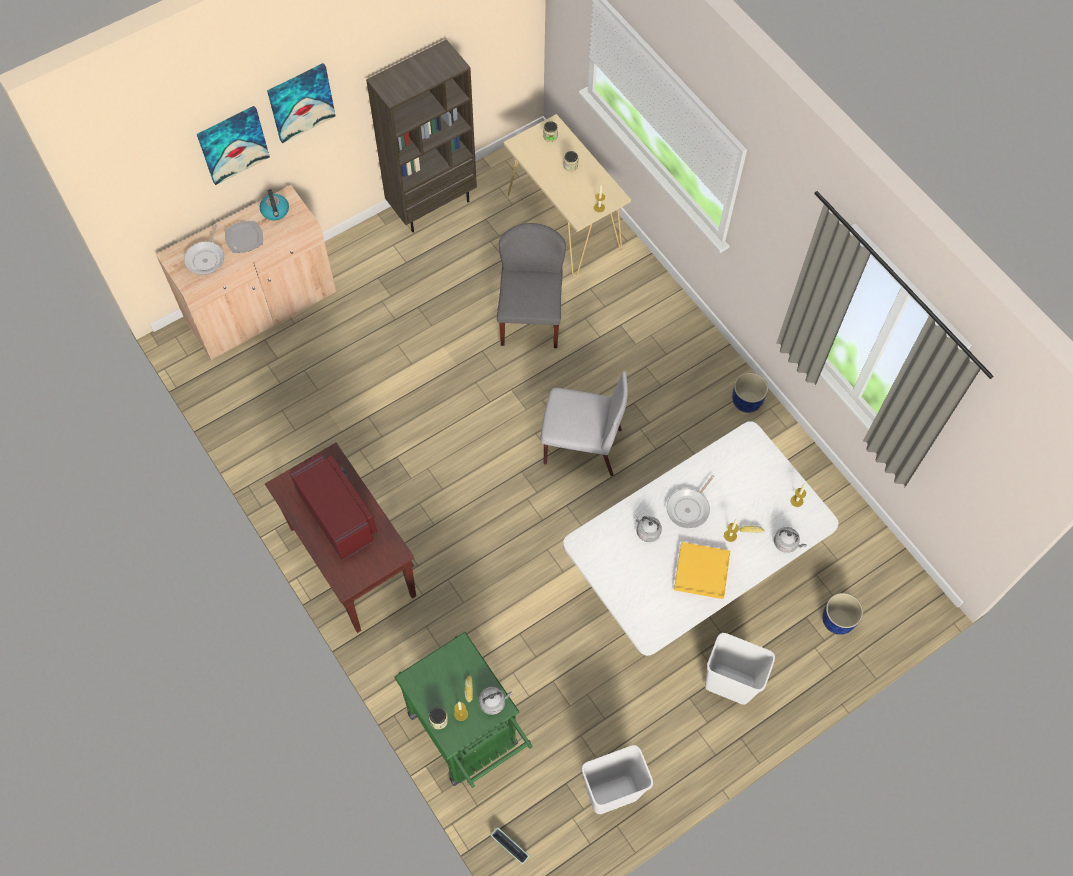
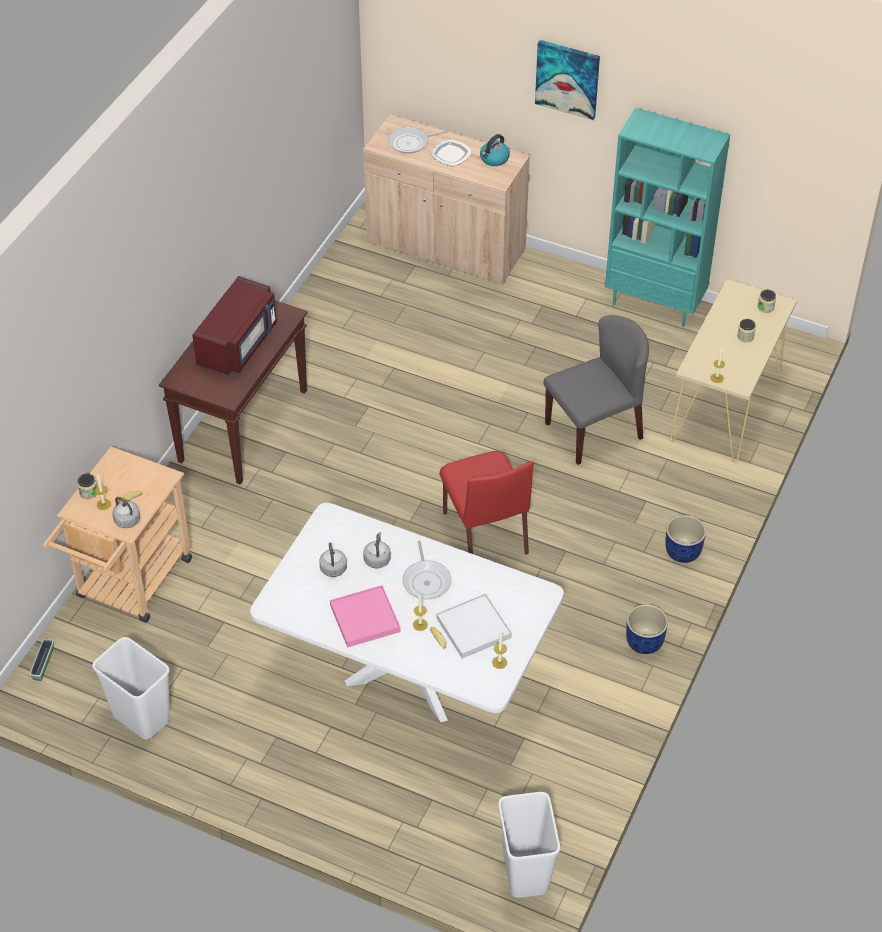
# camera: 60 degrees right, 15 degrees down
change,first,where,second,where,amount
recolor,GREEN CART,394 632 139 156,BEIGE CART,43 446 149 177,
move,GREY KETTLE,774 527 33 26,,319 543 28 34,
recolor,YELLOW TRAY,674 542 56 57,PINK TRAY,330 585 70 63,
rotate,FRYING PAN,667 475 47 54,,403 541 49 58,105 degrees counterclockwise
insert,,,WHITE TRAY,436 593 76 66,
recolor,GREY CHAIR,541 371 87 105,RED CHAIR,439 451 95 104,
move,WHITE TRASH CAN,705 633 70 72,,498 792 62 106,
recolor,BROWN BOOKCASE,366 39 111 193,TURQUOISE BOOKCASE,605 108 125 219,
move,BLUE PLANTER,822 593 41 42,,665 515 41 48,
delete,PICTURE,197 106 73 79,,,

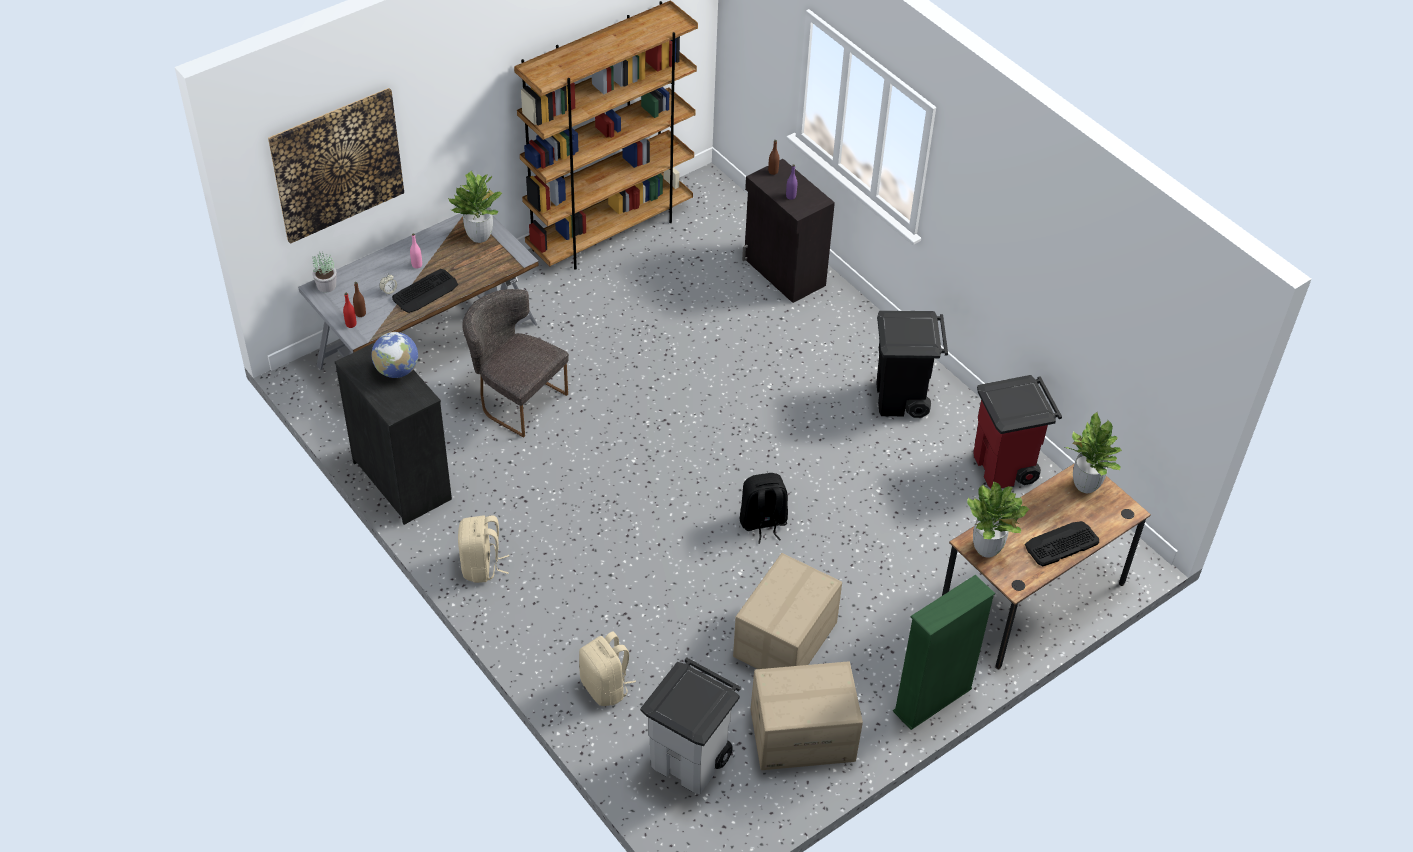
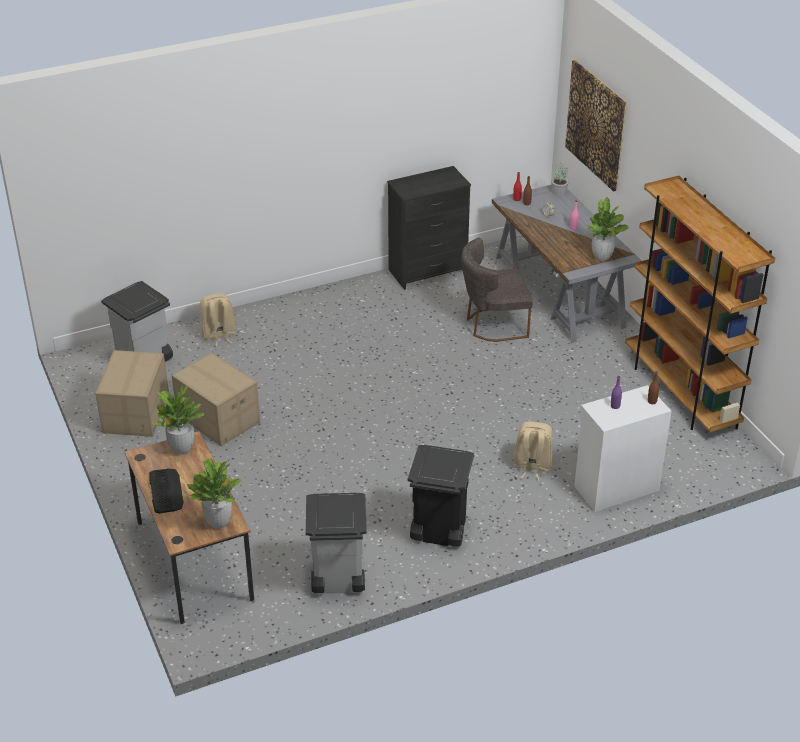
# camera: 105 degrees right, 10 degrees down
change,first,where,second,where,amount
recolor,RED TRASH CAN,973 375 89 114,GREY TRASH CAN,306 493 61 101,
rotate,GREY CHAIR,462 289 107 148,,462 238 71 104,150 degrees counterclockwise
move,BEIGE BACKPACK,458 515 51 68,,513 422 40 59,
recolor,BLACK CABINET,742 159 93 144,WHITE CABINET,574 385 98 127,
delete,GLOBE,372 332 46 46,,,
delete,KEYBOARD,392 269 66 44,,,
delete,BLACK BACKPACK,739 473 49 71,,,
delete,GREEN BOOKCASE,893 575 102 155,,,

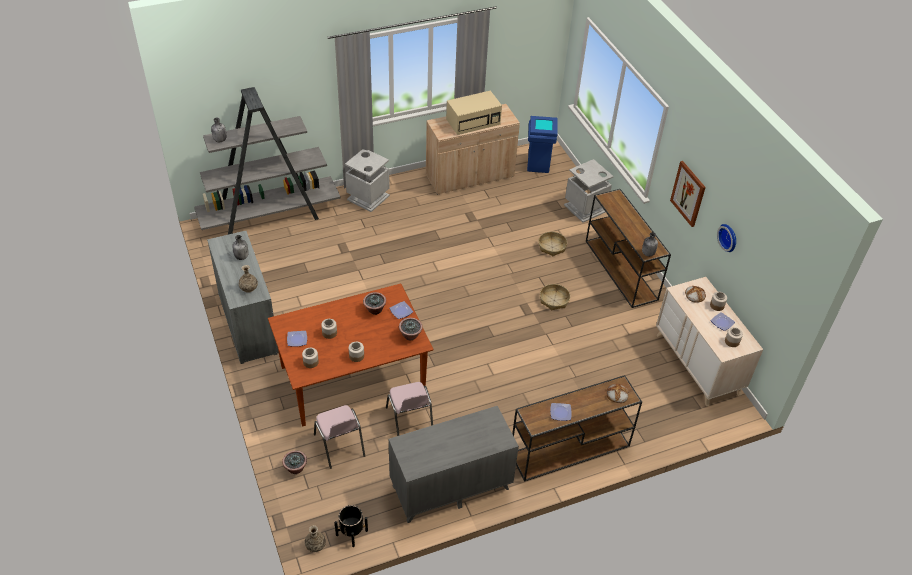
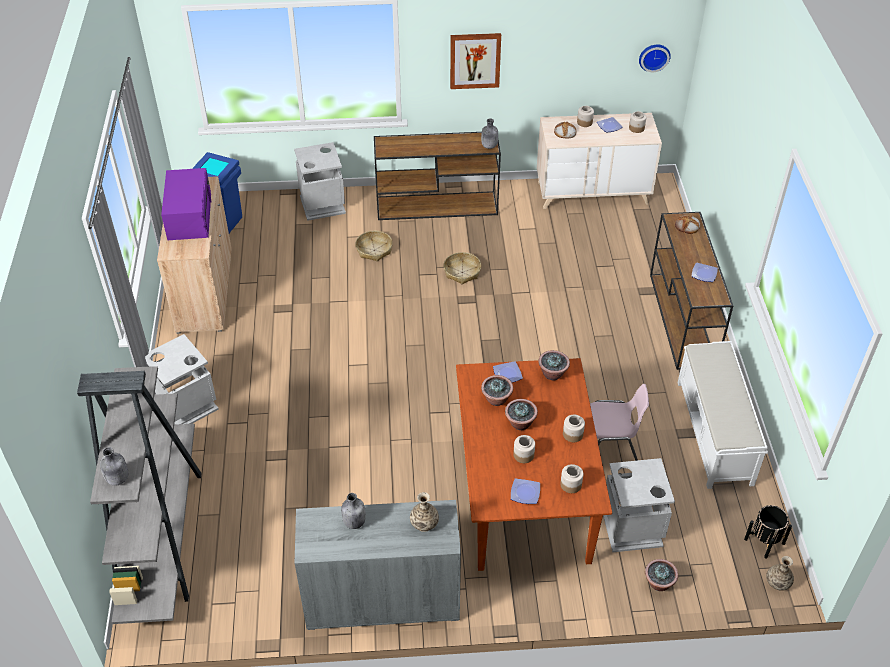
# camera: 70 degrees left, 0 degrees up
change,first,where,second,where,amount
recolor,BEIGE MICROWAVE,446 91 56 44,PURPLE MICROWAVE,161 168 51 72,
insert,,,POTTED PLANT,505 399 33 31,
replace,PINK CHAIR,314 405 51 64,GREY TRASH CAN,603 458 72 94,
move,WALL CLOCK,717 224 19 28,,639 45 32 27,
replace,GREY DRESSER,389 406 130 117,WHITE BENCH,678 341 90 148,

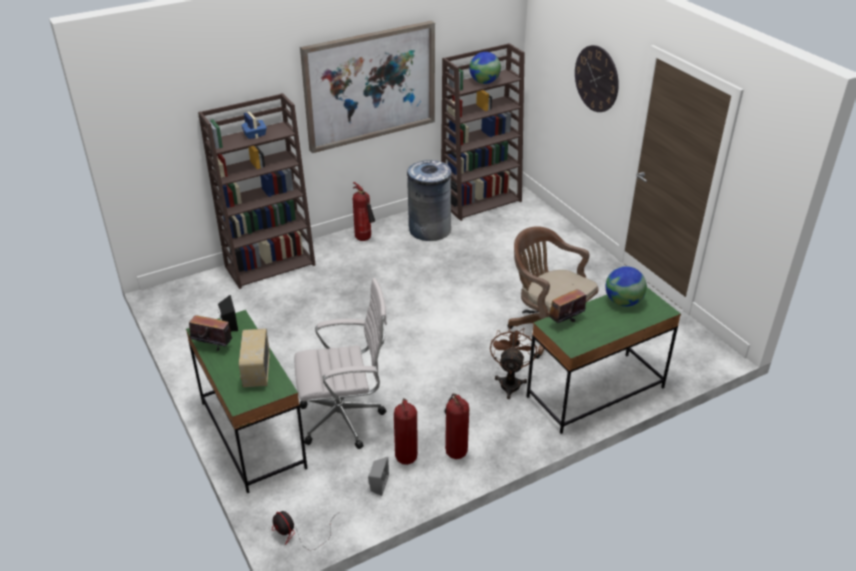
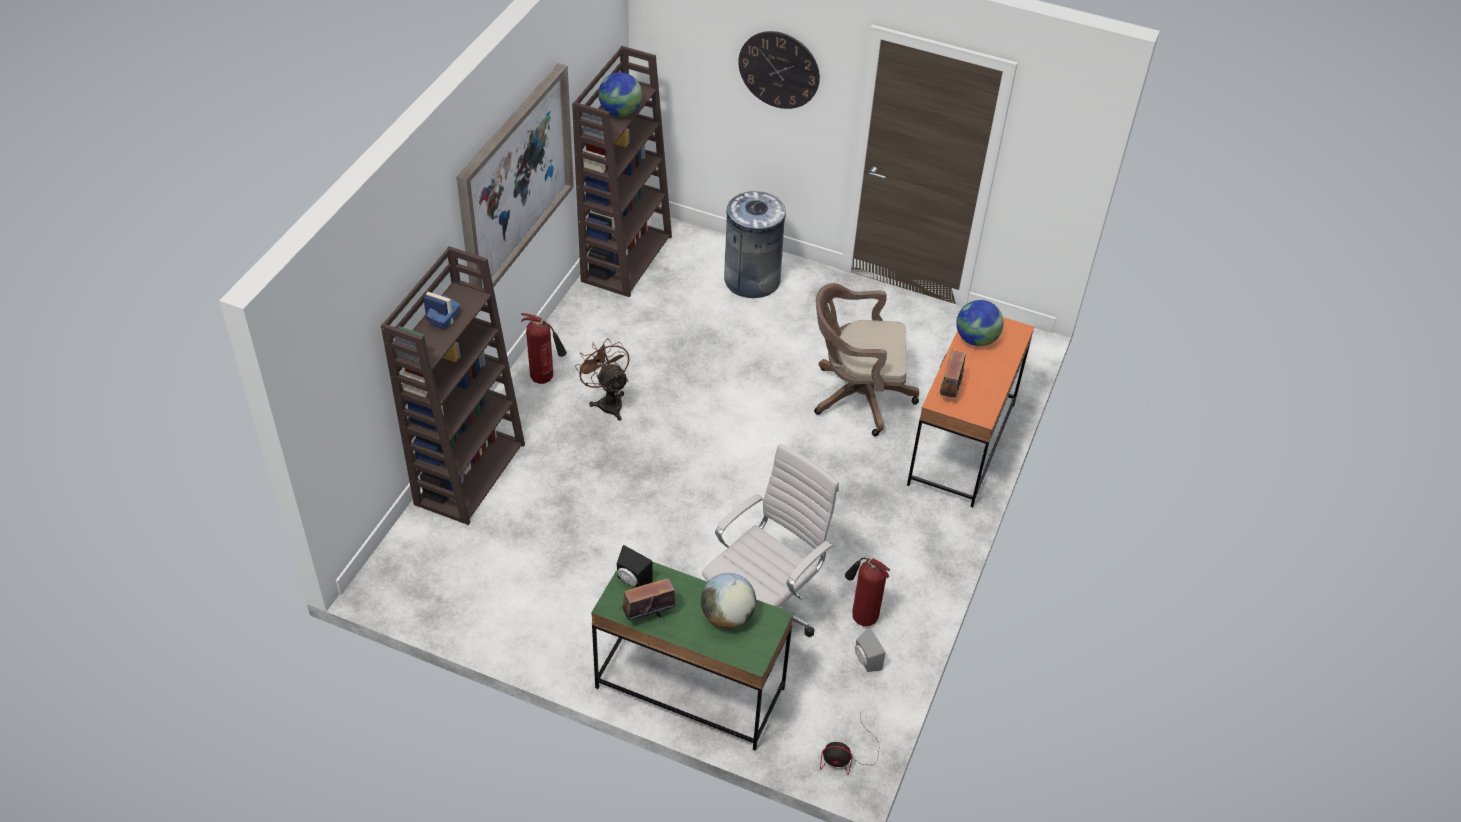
# camera: 40 degrees left, 10 degrees up
change,first,where,second,where,amount
move,BROWN FAN,490 326 47 73,,575 338 55 83,
replace,RADIO,239 329 31 58,GLOBE,701 573 55 56,
move,GREY TRASH CAN,407 160 45 81,,724 191 62 107,
recolor,GREEN DESK,526 287 155 147,ORANGE DESK,907 317 127 190,
delete,FIRE EXTINGUISHER,444 393 25 66,,,

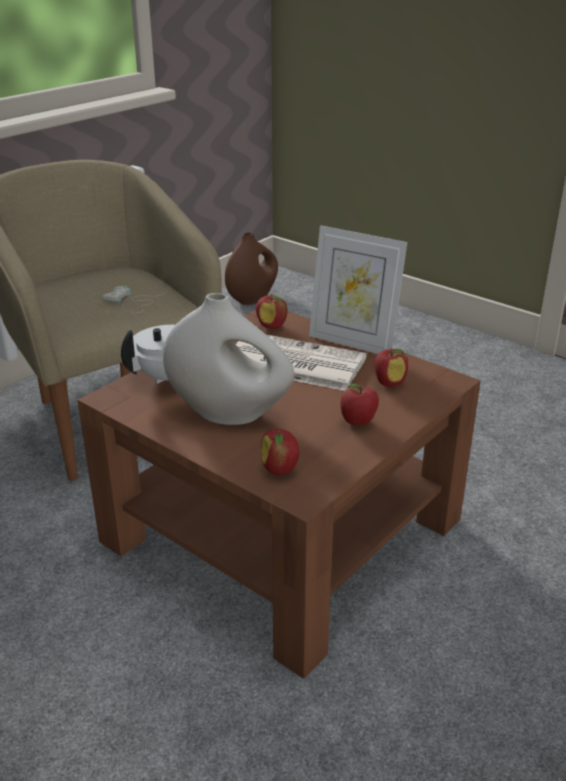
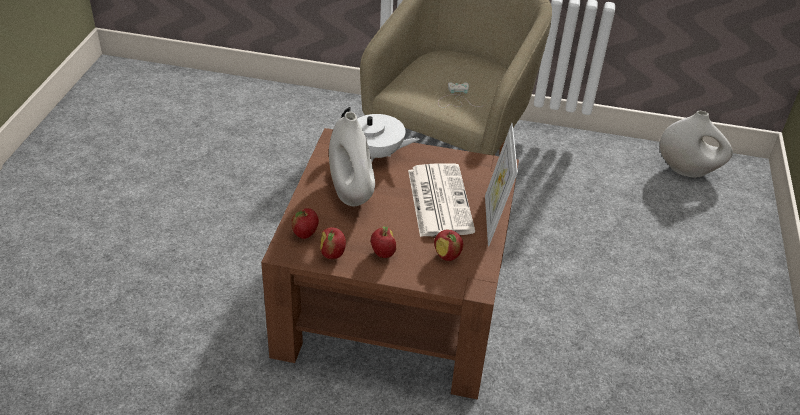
# camera: 60 degrees right, 10 degrees up
change,first,where,second,where,amount
move,APPLE,256 294 31 35,,320 227 26 32,
recolor,BROWN VASE,225 232 53 73,WHITE VASE,660 111 73 67,

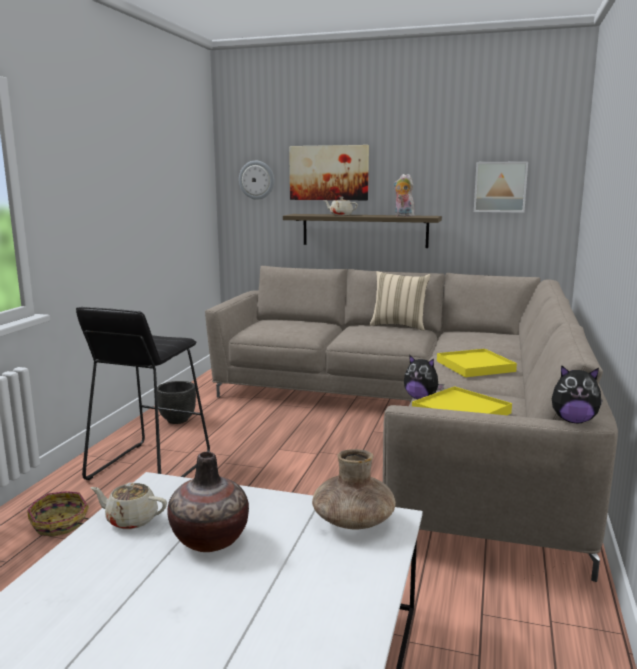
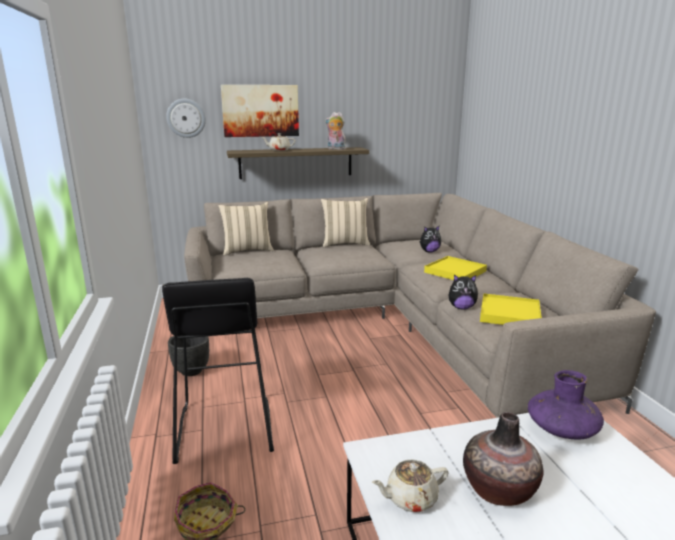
# camera: 30 degrees left, 5 degrees up
change,first,where,second,where,amount
insert,,,BEIGE PILLOW,218 202 56 54,
move,PLUSH TOY,552 365 51 58,,419 226 22 26,
recolor,BROWN VASE,312 449 84 81,PURPLE VASE,528 370 76 69,
delete,PICTURE,474 161 54 52,,,

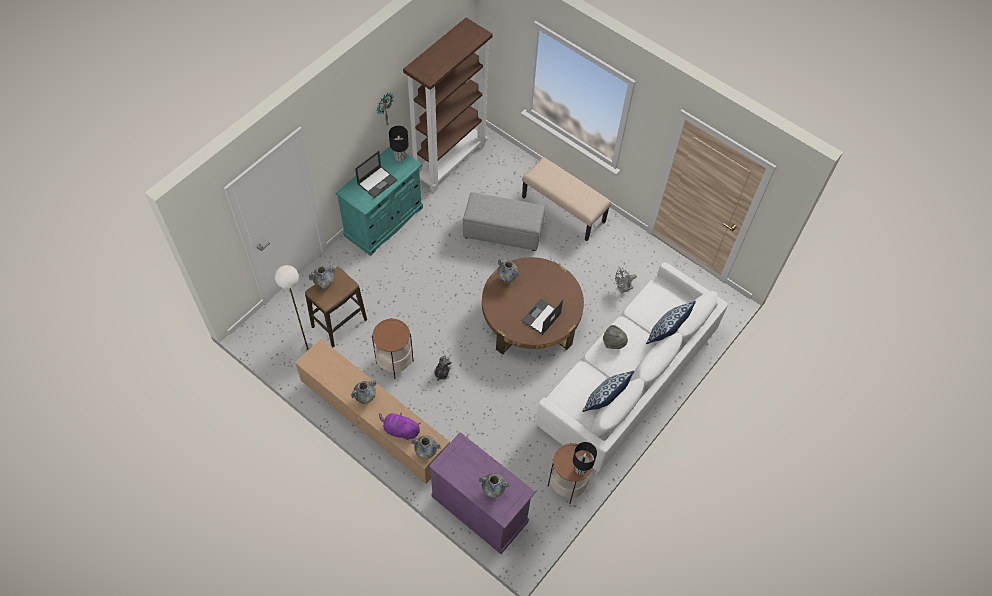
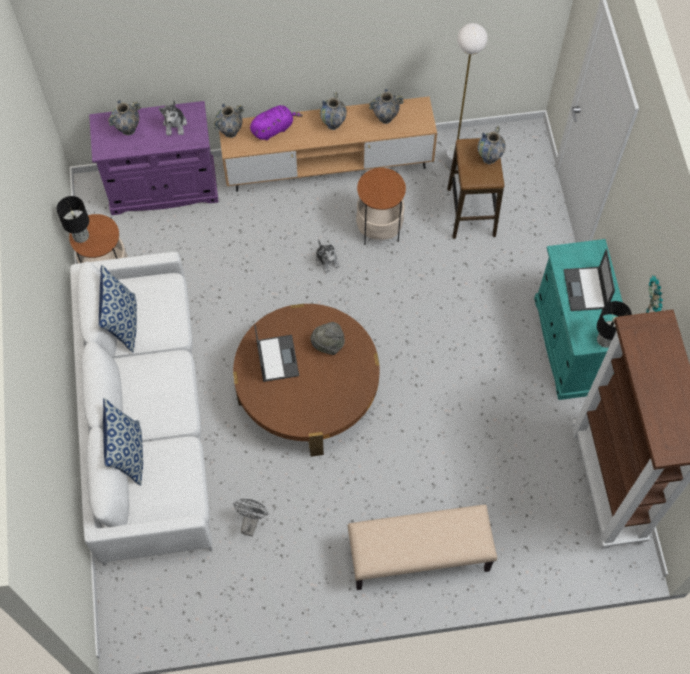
# camera: 135 degrees right, 5 degrees up
change,first,where,second,where,amount
insert,,,PLUSH TOY,159 101 28 34,
move,GREY HAT,603 325 25 24,,311 322 34 33,
move,VASE,498 259 21 25,,369 89 35 35,
delete,GREY OTTOMAN,463 192 82 59,,,

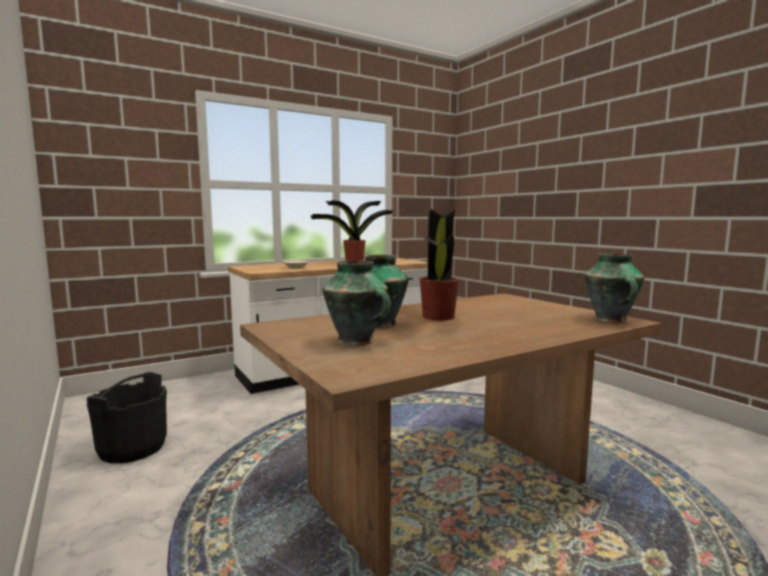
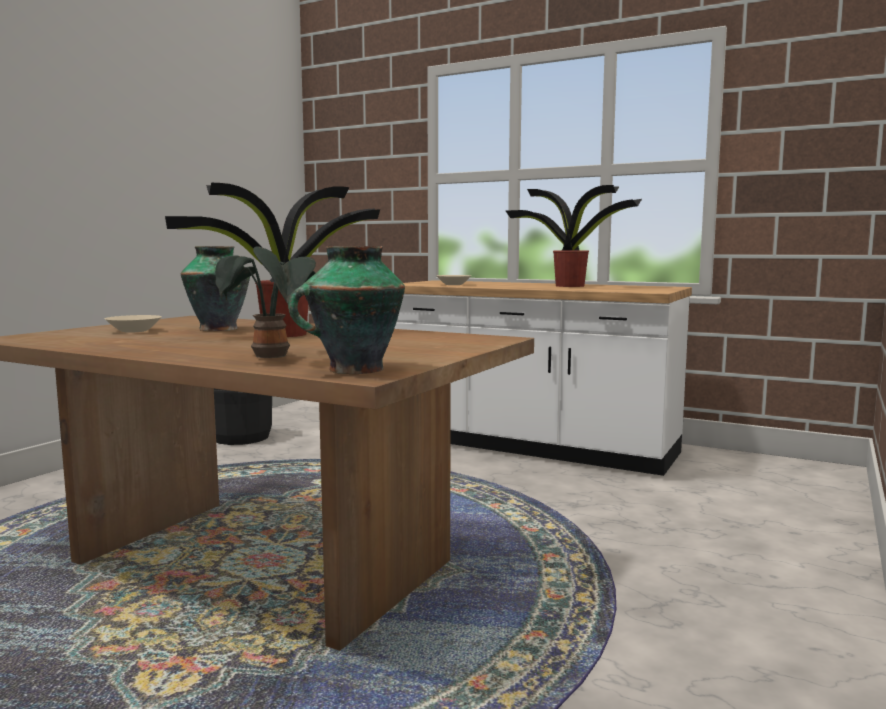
# camera: 60 degrees right, 0 degrees up
change,first,where,second,where,amount
replace,VASE,323 260 68 86,BEIGE BOWL,105 315 57 18,
insert,,,POTTED PLANT,215 246 101 112,

